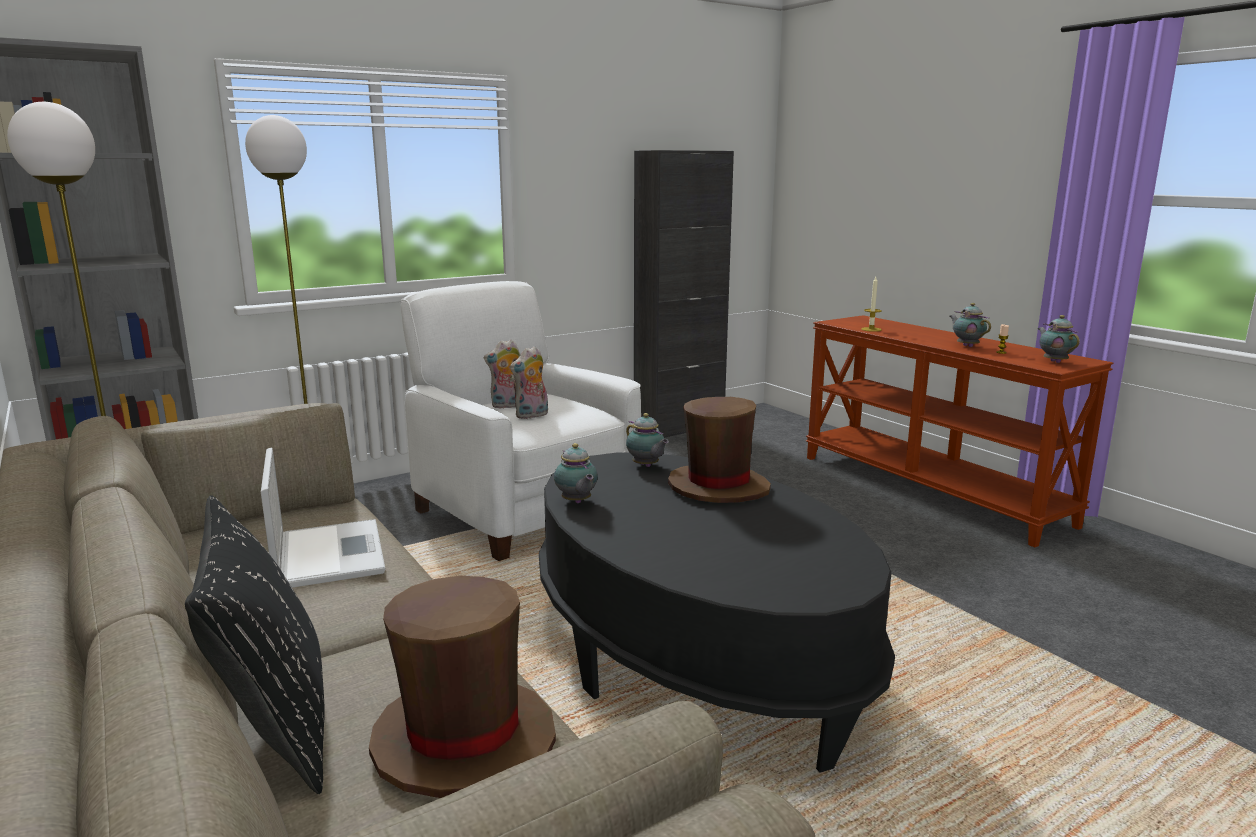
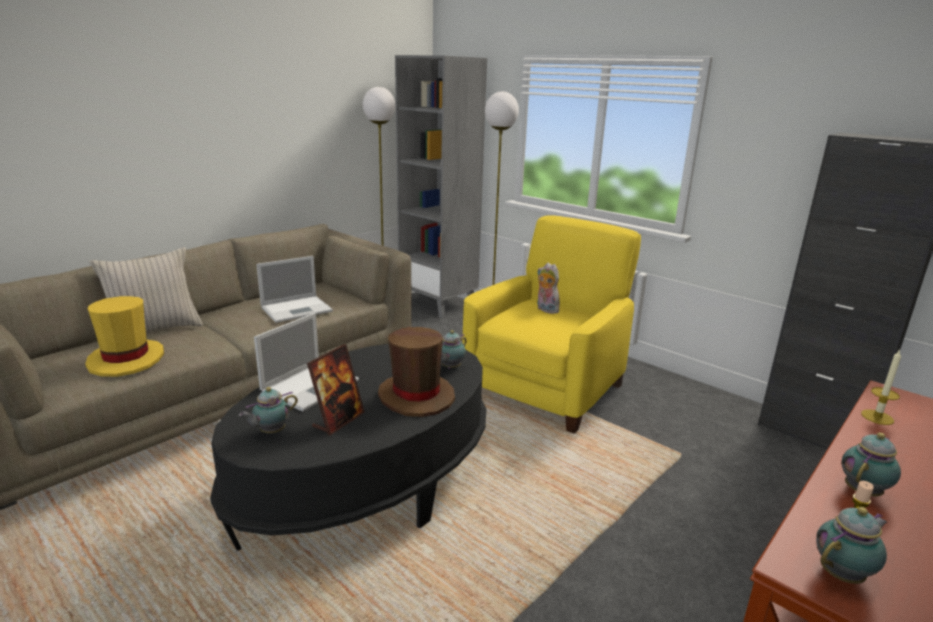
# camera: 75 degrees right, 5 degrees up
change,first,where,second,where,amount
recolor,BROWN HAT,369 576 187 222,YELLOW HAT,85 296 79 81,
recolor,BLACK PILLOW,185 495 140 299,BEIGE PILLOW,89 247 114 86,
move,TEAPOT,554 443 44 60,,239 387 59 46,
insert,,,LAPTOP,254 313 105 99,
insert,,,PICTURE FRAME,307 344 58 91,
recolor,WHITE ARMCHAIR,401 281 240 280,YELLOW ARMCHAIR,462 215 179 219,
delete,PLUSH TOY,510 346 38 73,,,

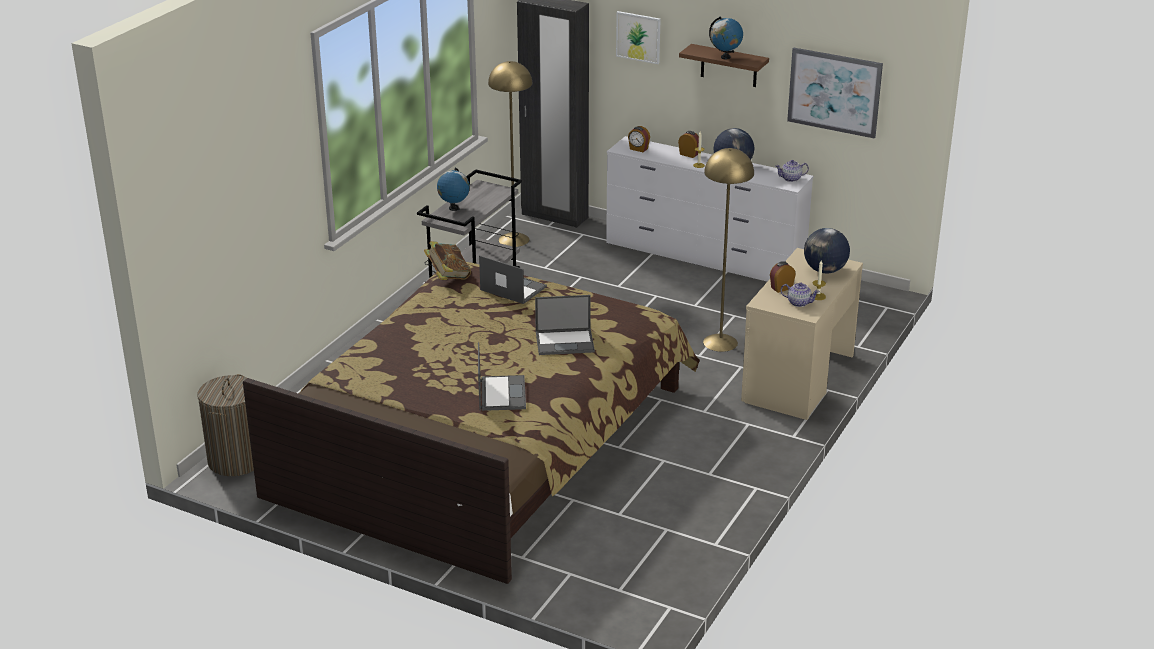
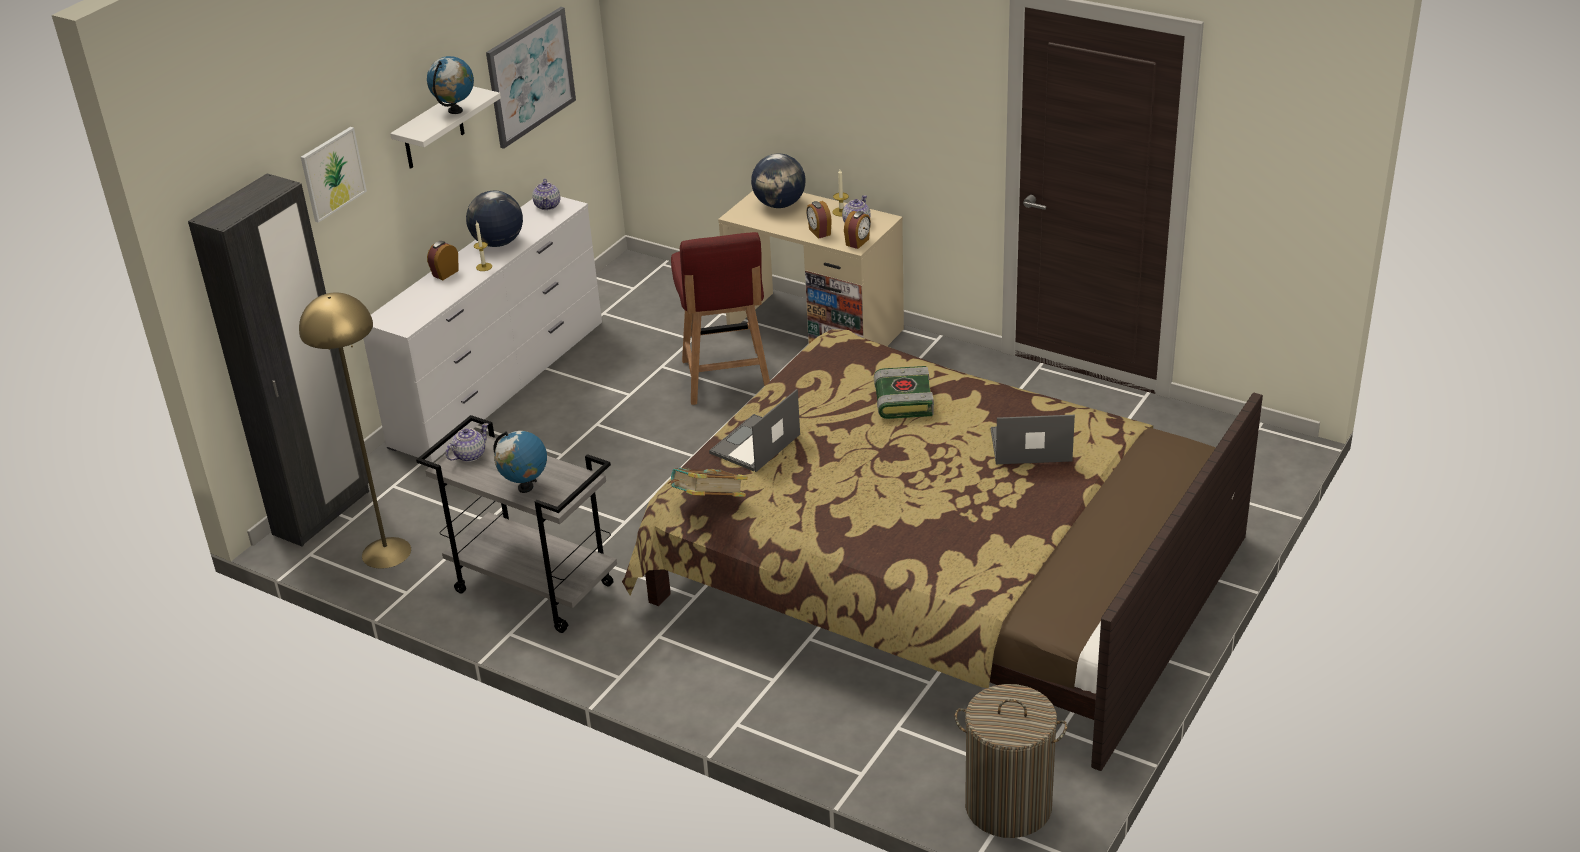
# camera: 85 degrees left, 5 degrees up
change,first,where,second,where,amount
recolor,BROWN SHELF,679 44 90 43,WHITE SHELF,390 86 111 83,
insert,,,TEAPOT,445 423 43 39,
replace,YELLOW FLOOR LAMP,703 148 51 204,RED CHAIR,671 232 99 173,
move,ALARM CLOCK,628 126 22 26,,844 211 27 38,
replace,LAPTOP,535 295 60 60,BOOK,874 366 60 53,

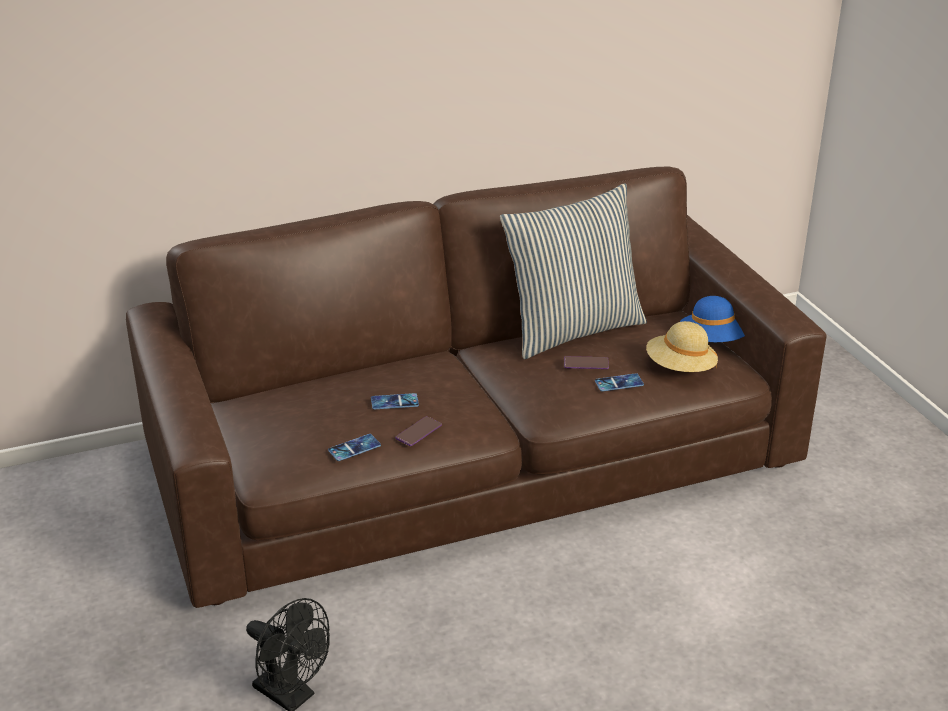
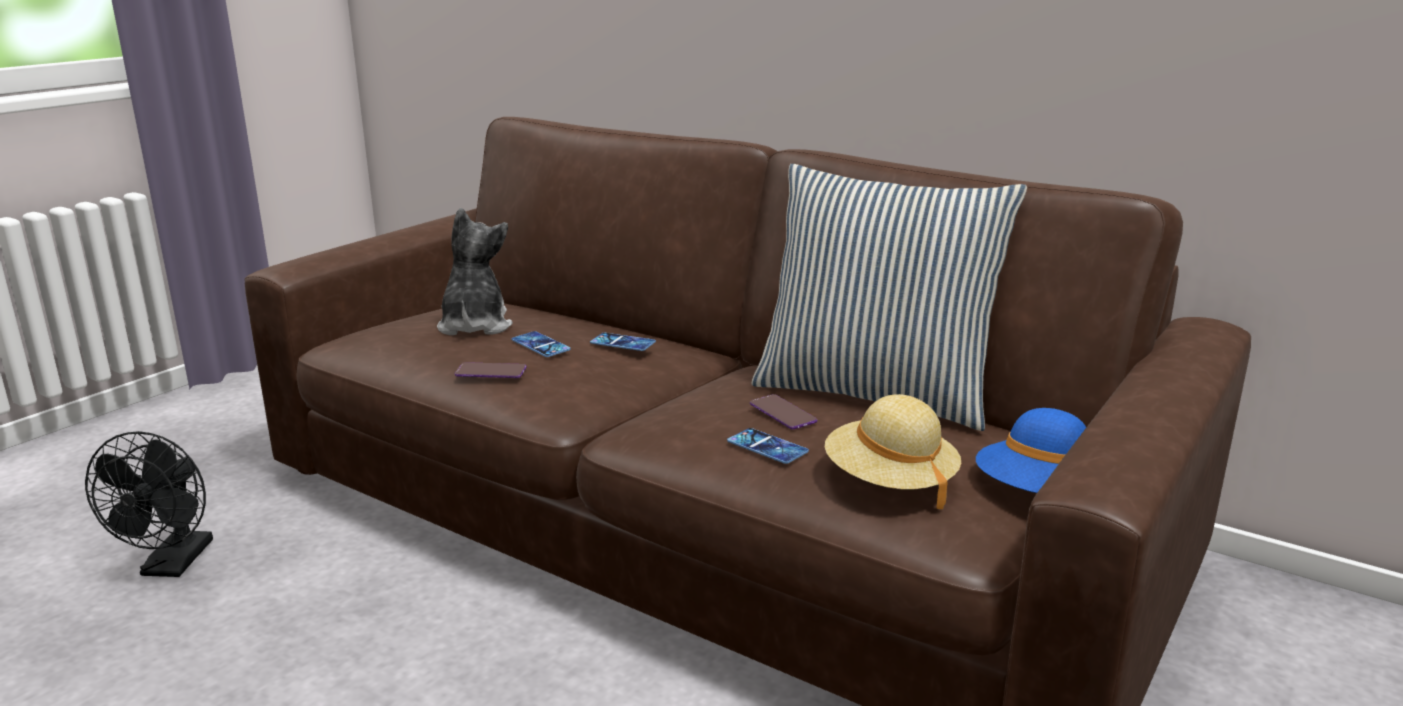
# camera: 55 degrees right, 10 degrees down
change,first,where,second,where,amount
insert,,,PLUSH TOY,437 208 76 127,
move,PHONE,328 434 53 27,,590 333 66 18,

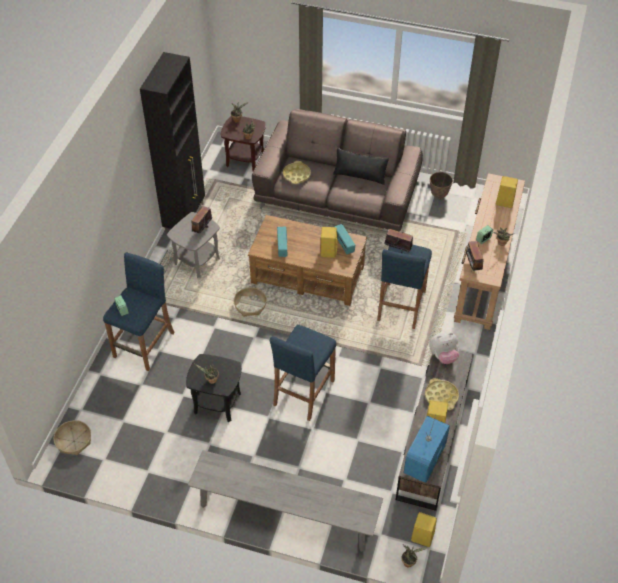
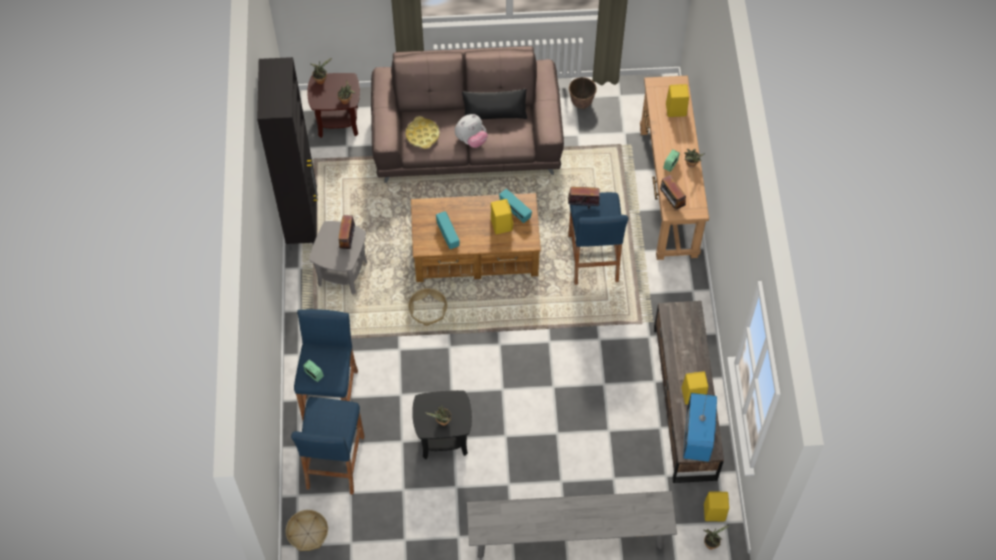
# camera: 20 degrees left, 10 degrees up
change,first,where,second,where,amount
move,BLUE STOOL,270 325 66 96,,291 397 73 97,
move,PLUSH TOY,429 331 30 33,,455 114 33 34,
delete,YELLOW TRAY,425 378 34 32,,,

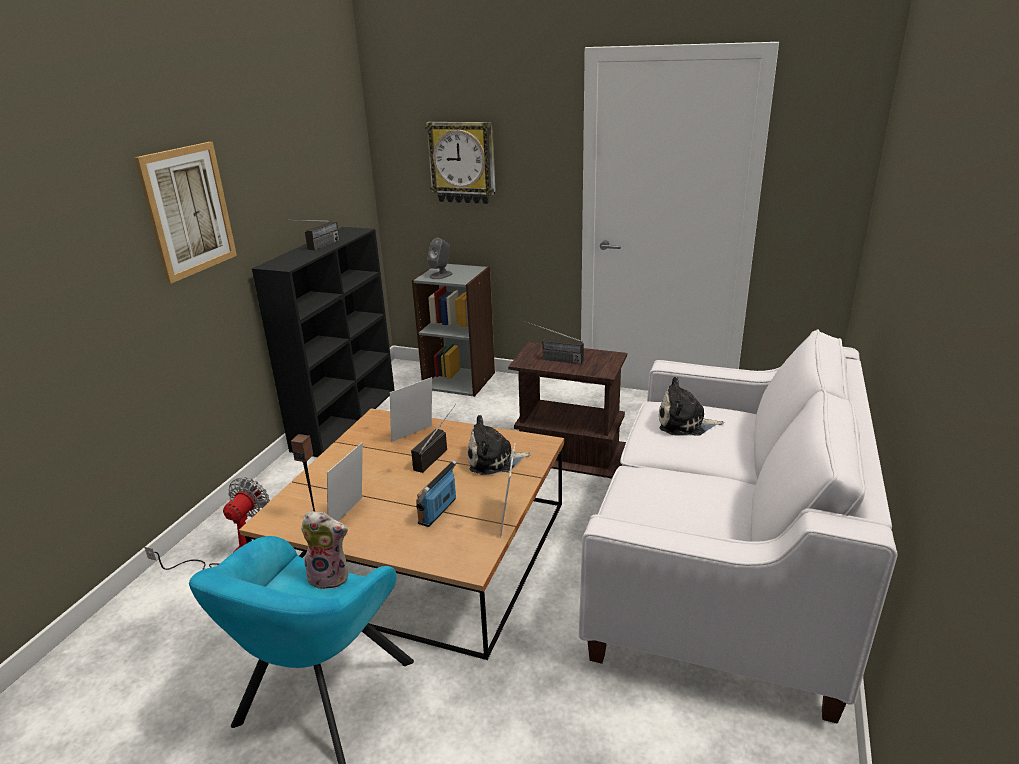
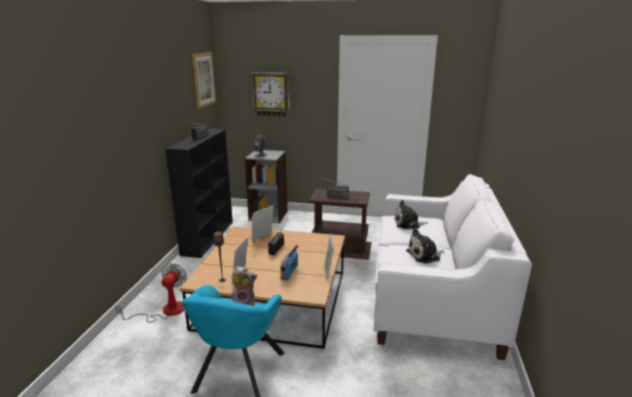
# camera: 10 degrees left, 5 degrees down
change,first,where,second,where,amount
move,PICTURE,135 142 102 142,,192 52 24 57,
move,PLUSH TOY,467 415 64 60,,406 228 38 36,

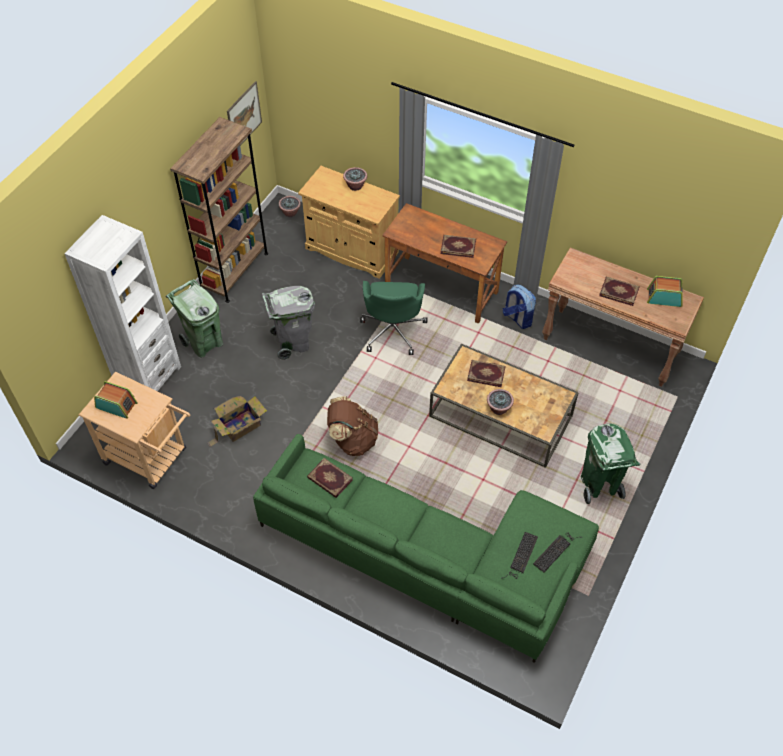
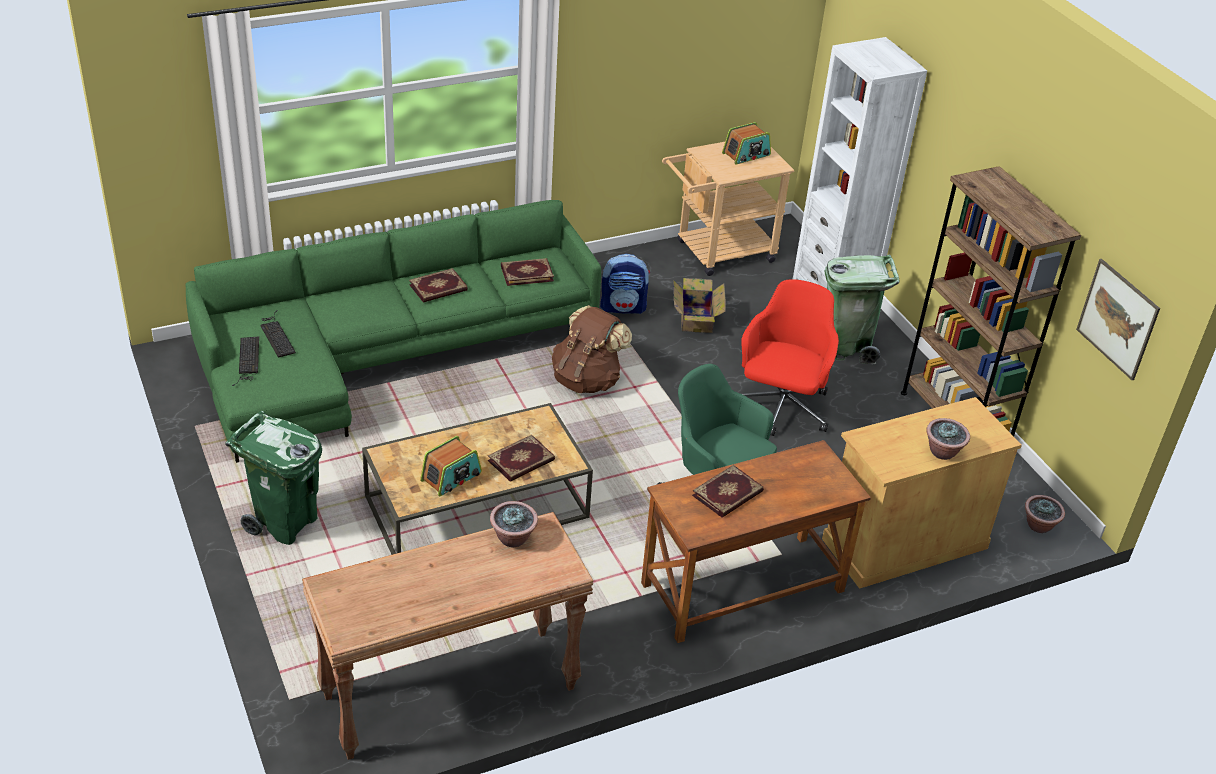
# camera: 125 degrees right, 15 degrees down
change,first,where,second,where,amount
move,BOOK,599 277 41 29,,409 268 59 34,
move,RADIO,647 276 36 31,,420 436 62 60,
move,POTTED PLANT,487 389 27 26,,490 501 48 46,
move,BACKPACK,503 284 33 45,,600 254 50 60,
replace,GREY TRASH CAN,262 286 53 74,RED OFFICE CHAIR,741 279 98 157,

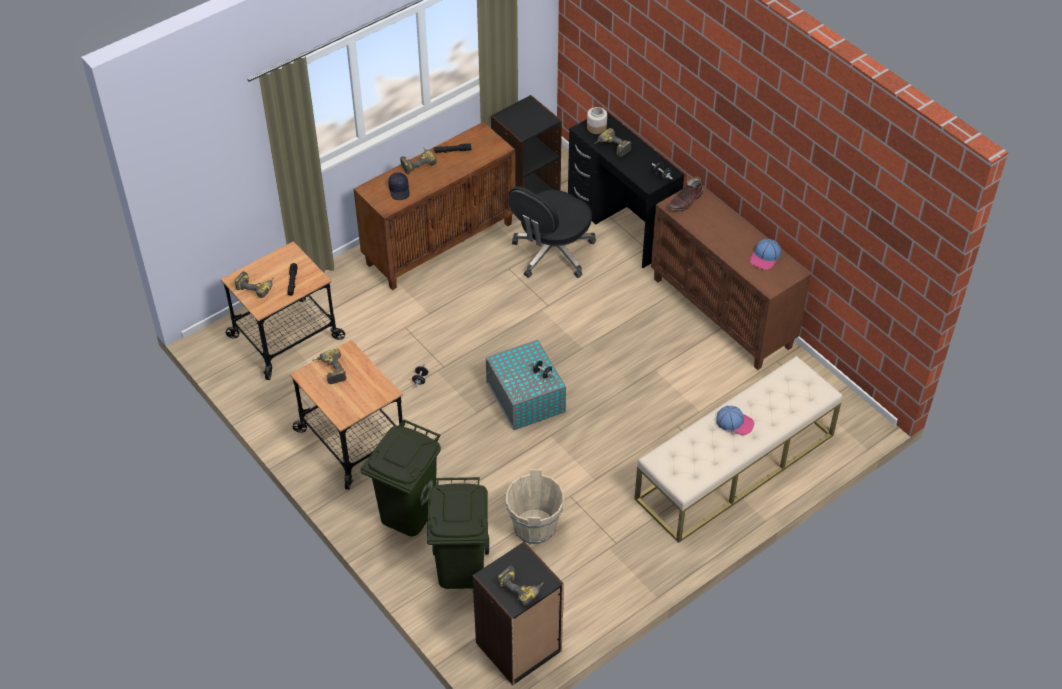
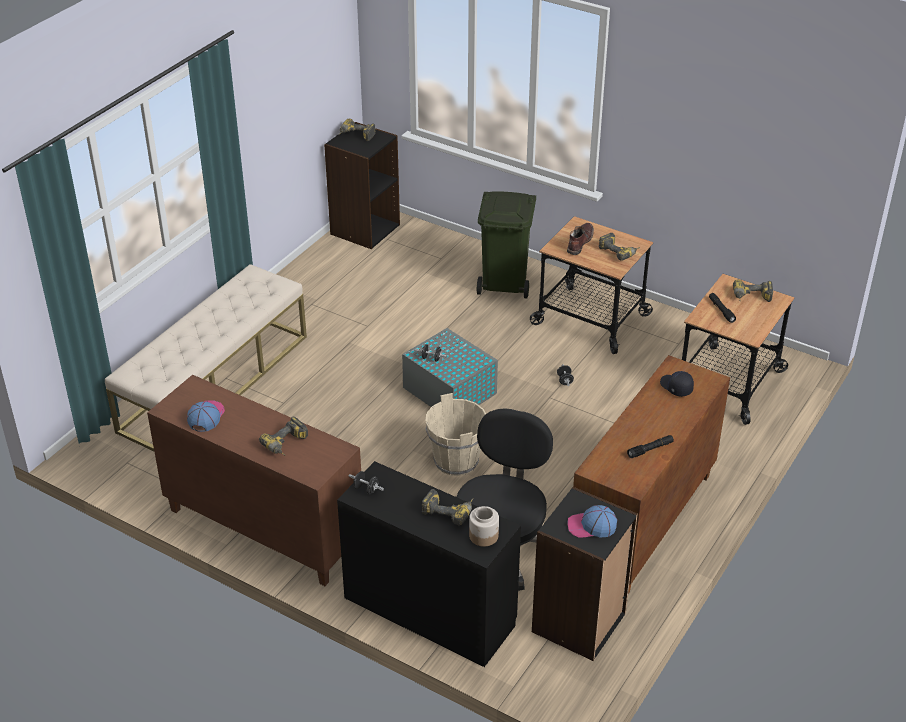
# camera: 160 degrees right, 10 degrees down
change,first,where,second,where,amount
move,POWER DRILL,400 147 37 27,,259 417 49 39,
move,BEIGE BUCKET,506 469 58 75,,425 393 61 83,
move,BROWN BOOT,667 177 36 34,,567 223 27 32,
move,CAP,716 406 39 29,,567 505 50 33,
delete,GREEN TRASH CAN,427 477 62 112,,,

